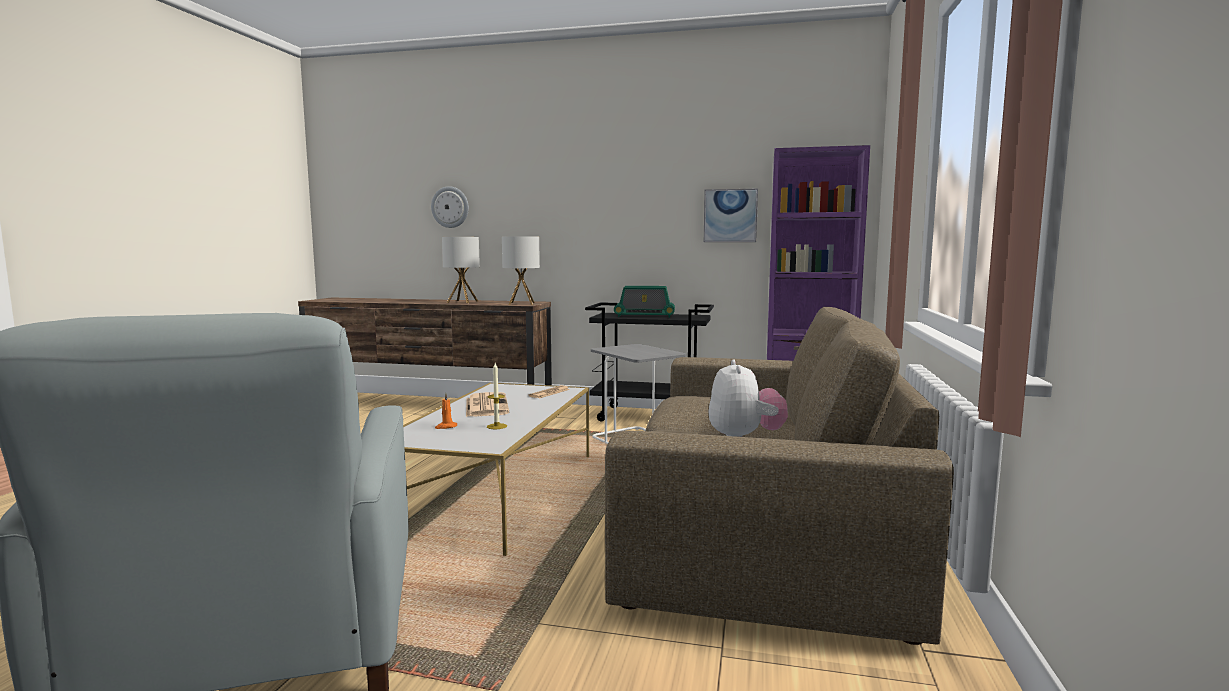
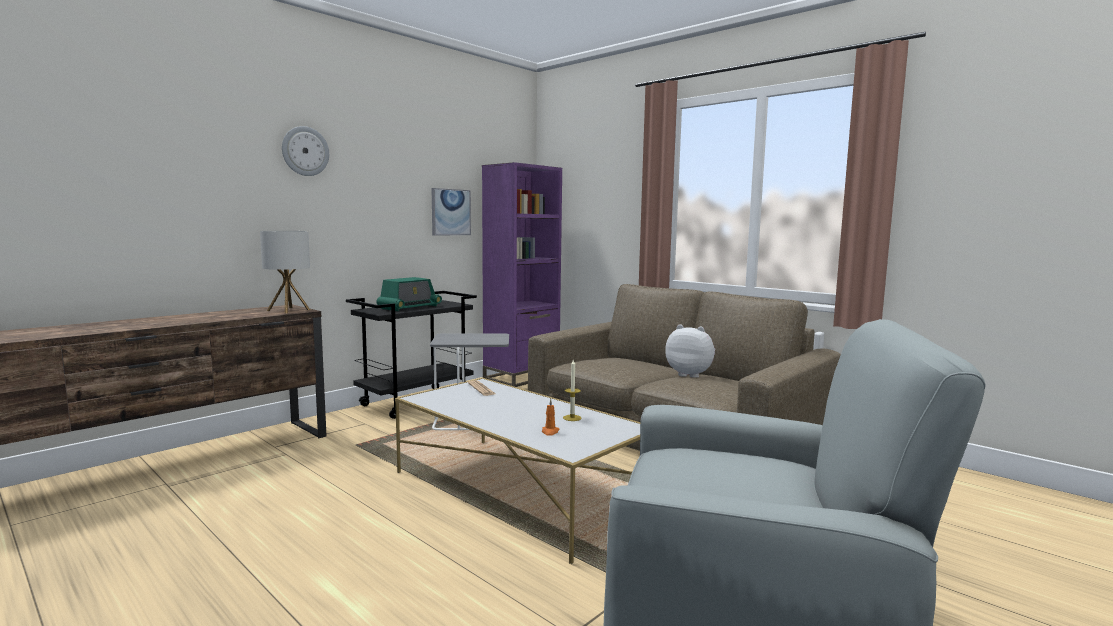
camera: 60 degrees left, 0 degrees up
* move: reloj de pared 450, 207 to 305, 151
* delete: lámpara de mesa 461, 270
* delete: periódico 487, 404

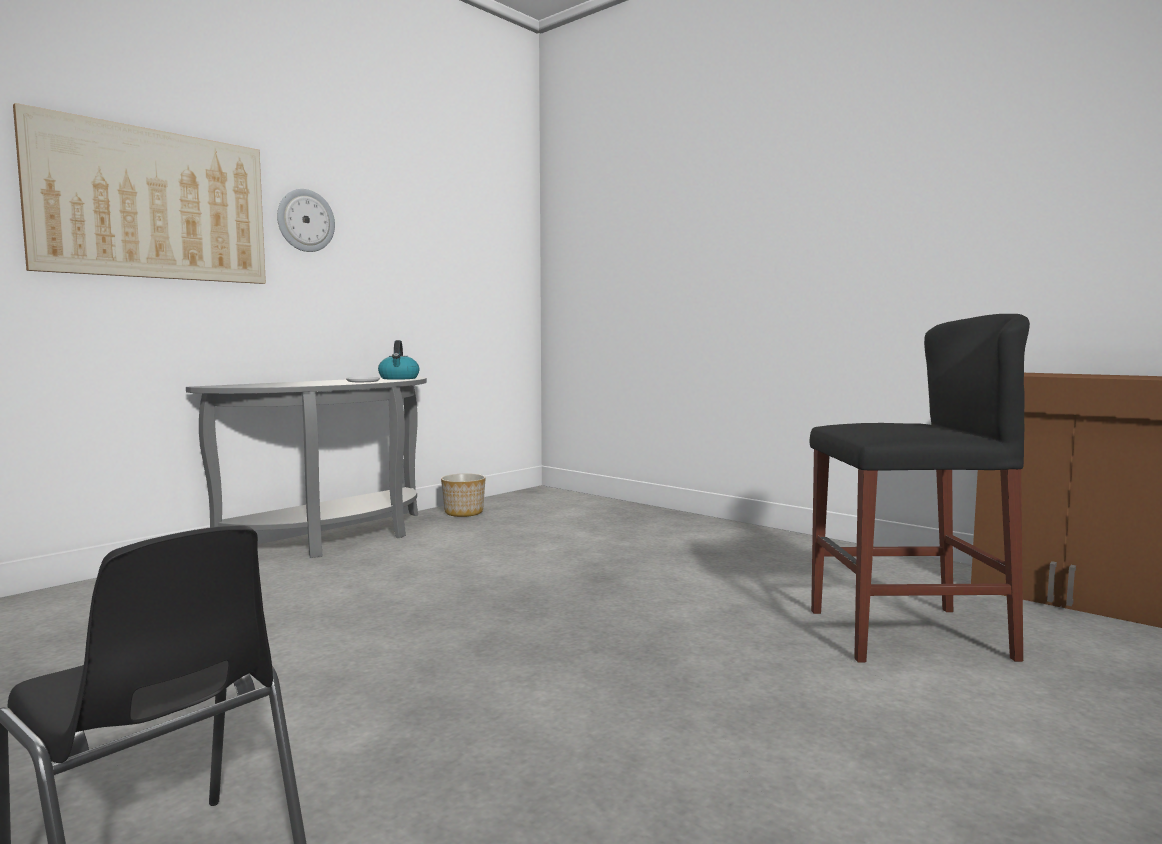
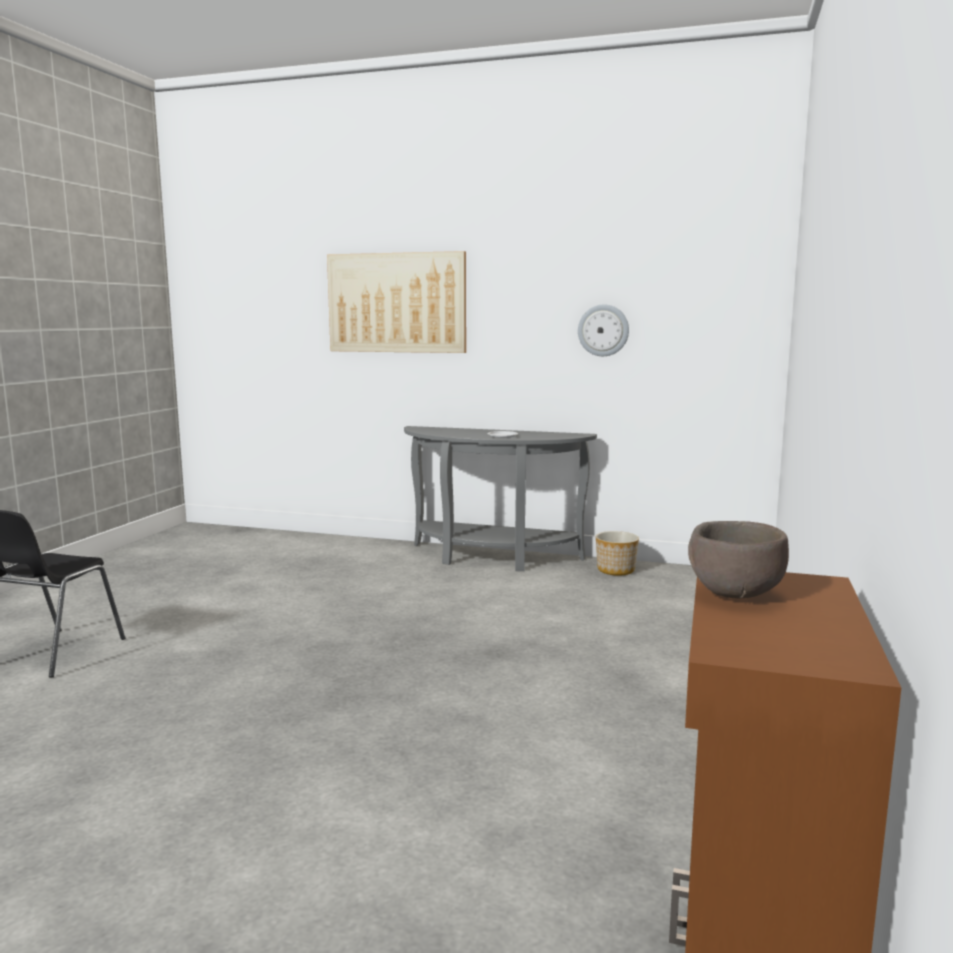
camera: 65 degrees right, 5 degrees up
* move: reloj de pared 306, 220 to 603, 330
* delete: hervidor 398, 360
* delete: taburete/negro 920, 488
* insert: cuenco/marrón 738, 559

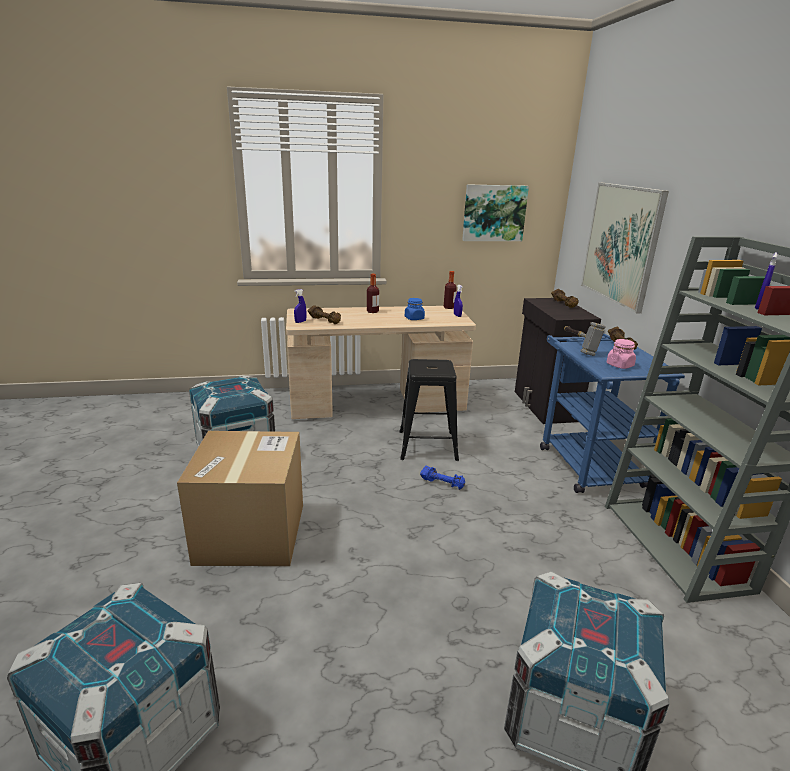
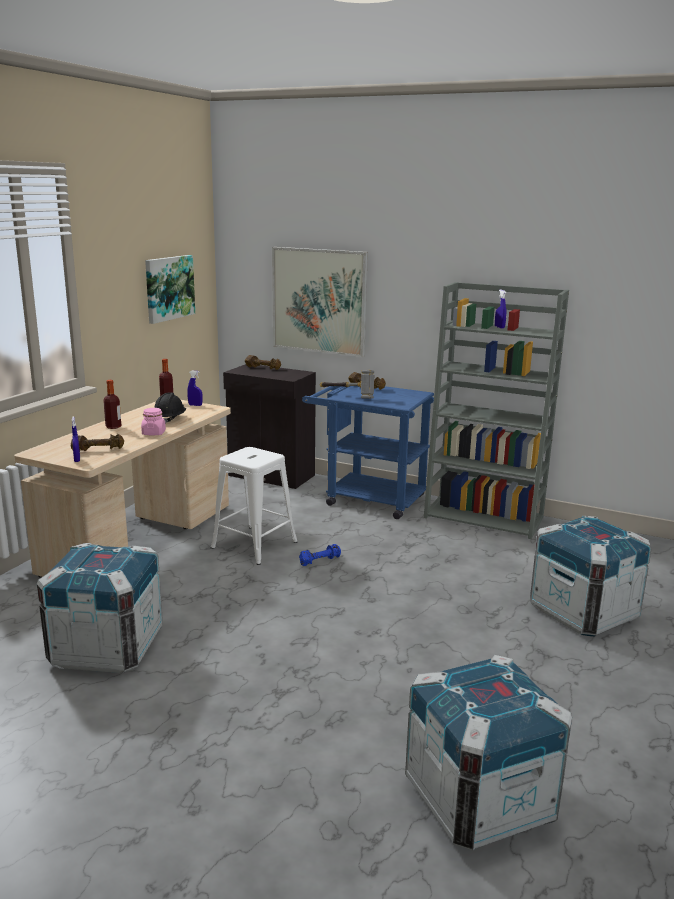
camera: 55 degrees left, 5 degrees down
* delete: caja de cartón 240, 498
* recolor: taburete/negro 429, 410 to taburete/blanco 254, 506
* replace: tarro/azul 415, 309 to casco/negro 170, 407
* move: tarro/rosa 621, 354 to 153, 421

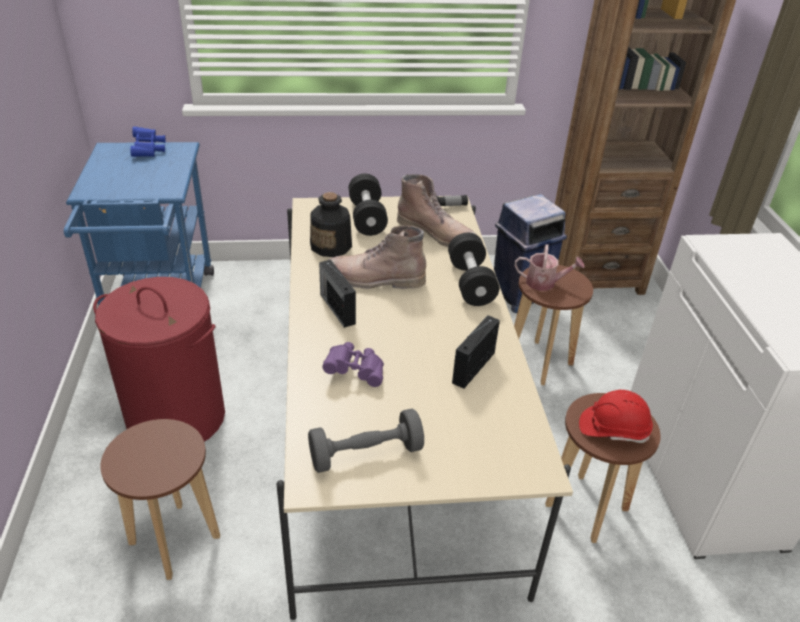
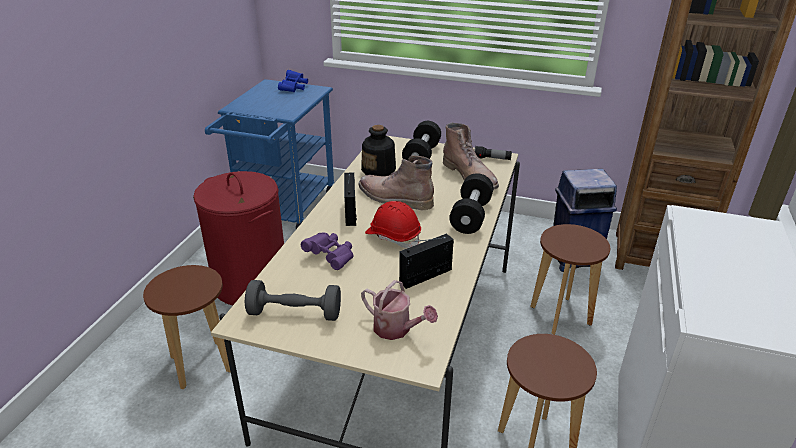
camera: 25 degrees right, 5 degrees down
* move: regadera 550, 267 to 399, 310
* move: casco/rojo 616, 416 to 393, 224

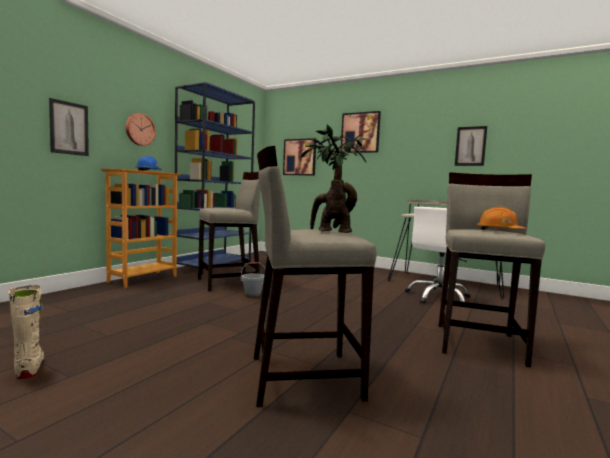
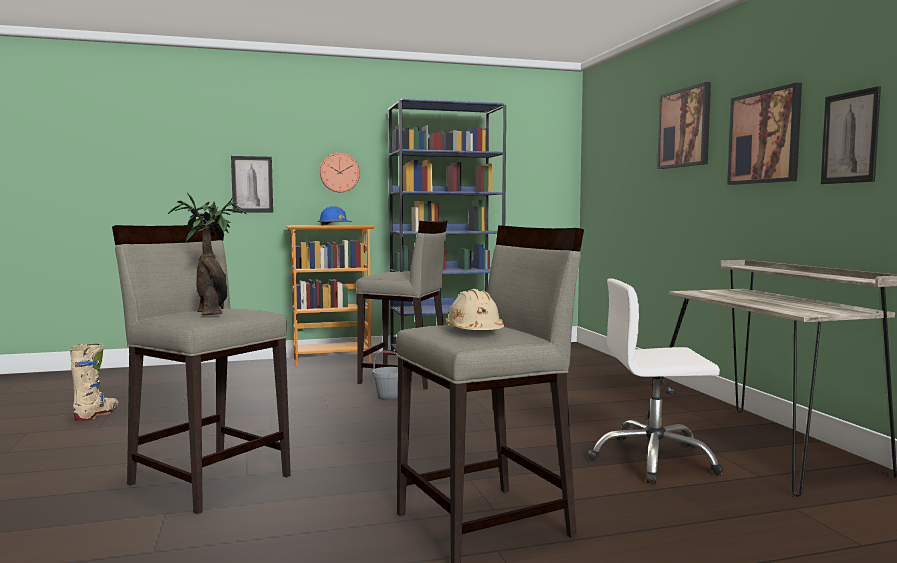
camera: 45 degrees right, 0 degrees up
* move: cuadro 299, 157 to 764, 134
* recolor: casco/naranja 501, 218 to casco/beis 475, 309

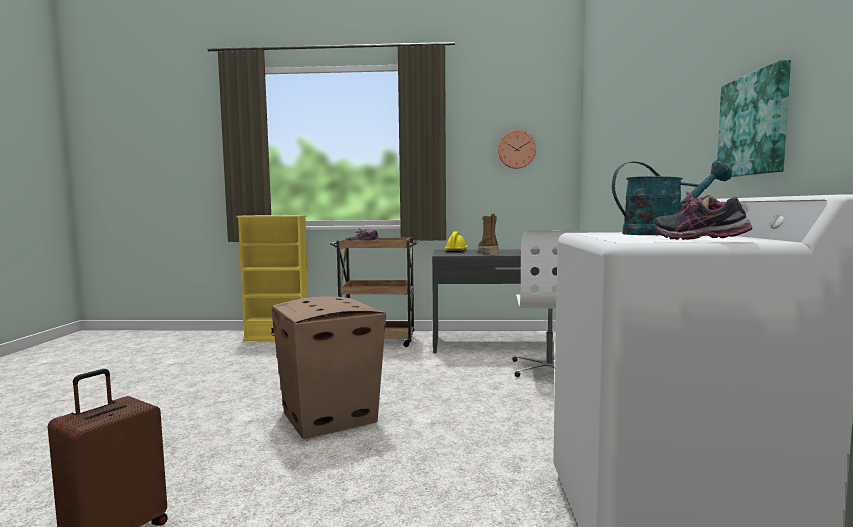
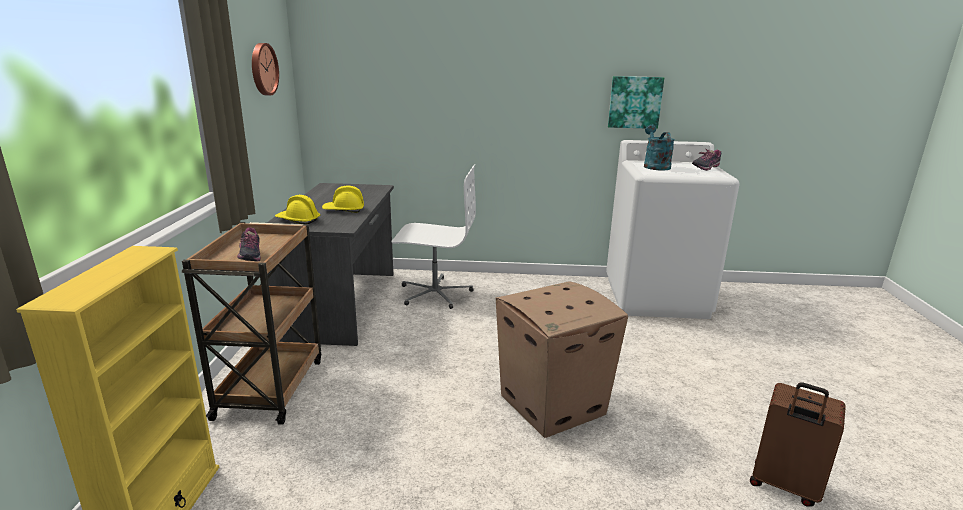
camera: 90 degrees left, 15 degrees up
* replace: bota 488, 234 to casco/amarillo 343, 199

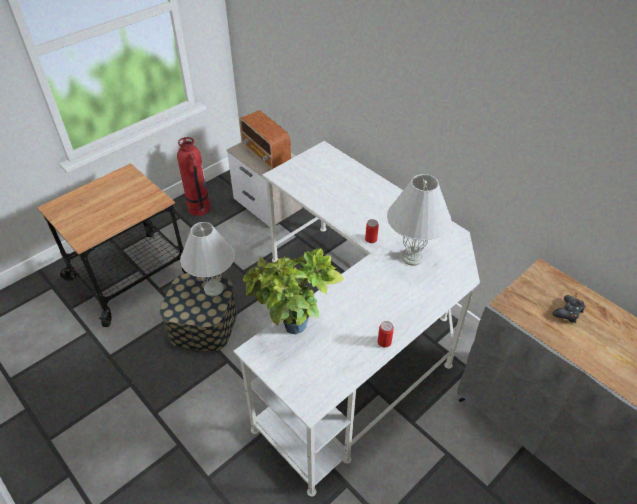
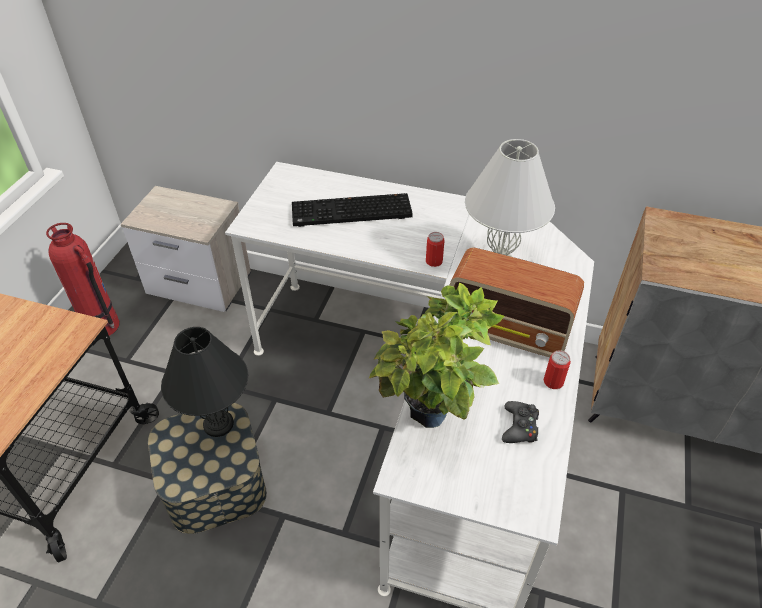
camera: 30 degrees left, 0 degrees up
* recolor: lámpara de mesa/blanco 207, 259 to lámpara de mesa/negro 204, 382
* move: radio 265, 140 to 516, 302
* move: mando de consola/negro 568, 309 to 520, 422
* insert: teclado 352, 210

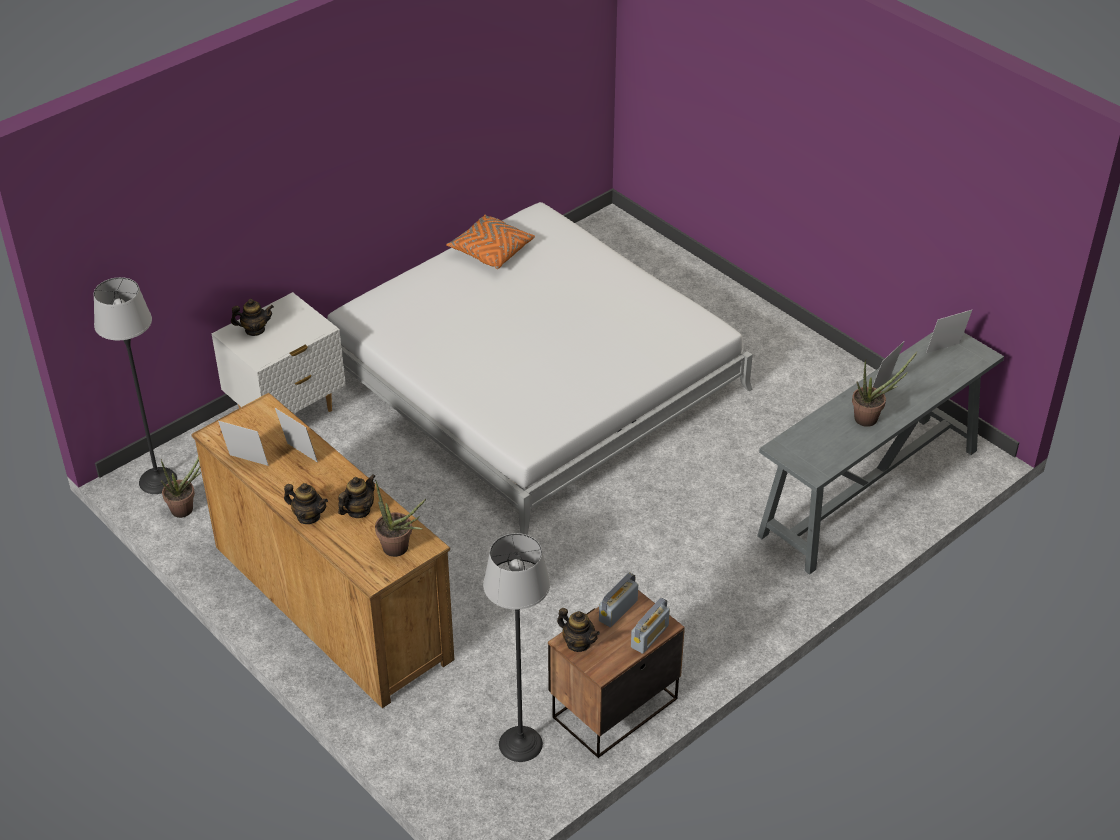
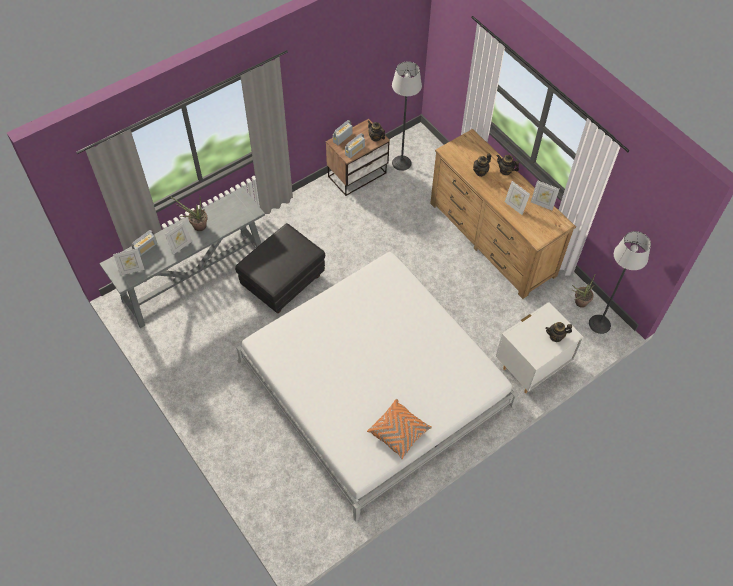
camera: 175 degrees left, 15 degrees up
* delete: planta en maceta 400, 518
* insert: radio 145, 243
* insert: puf/negro 280, 268

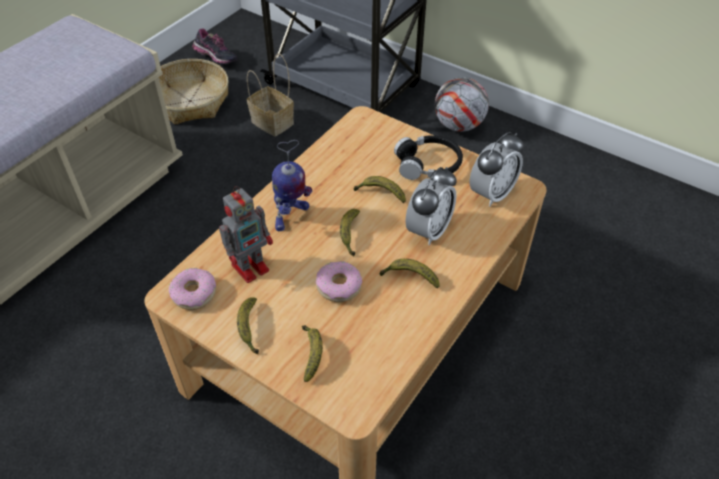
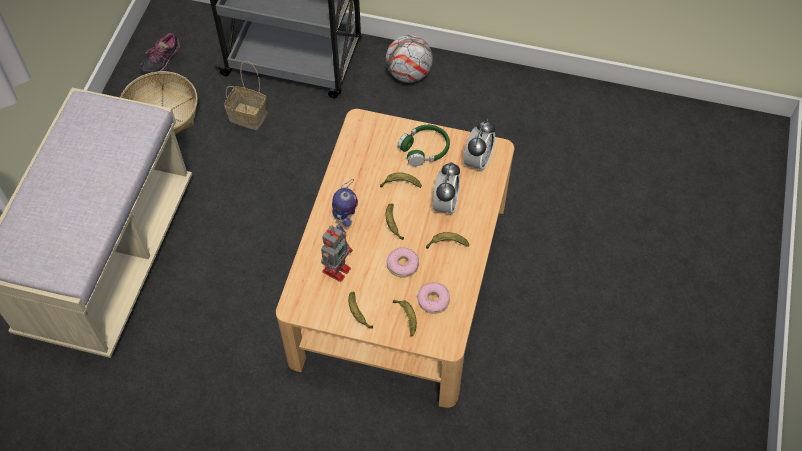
camera: 20 degrees left, 10 degrees up
* move: rosquilla 192, 289 to 433, 298
* rotate: zapato 214, 46 = 160, 53 105 degrees clockwise
* recolor: auriculares/negro 428, 157 to auriculares/verde 423, 145

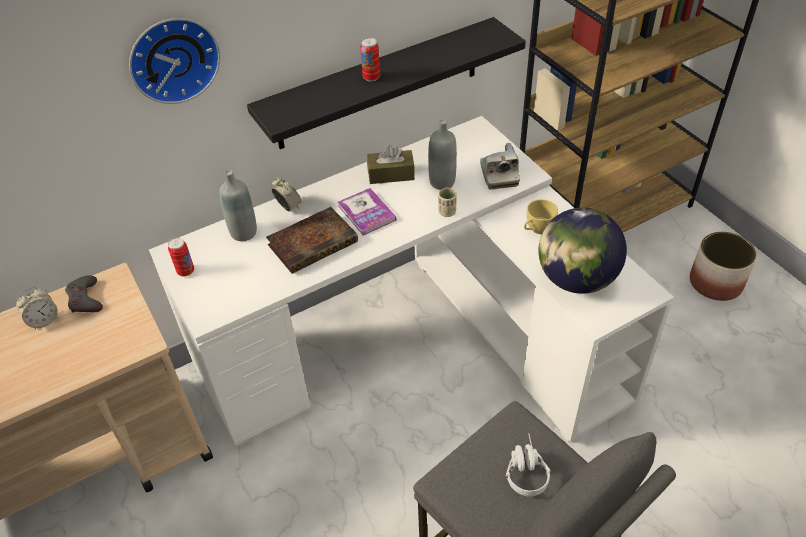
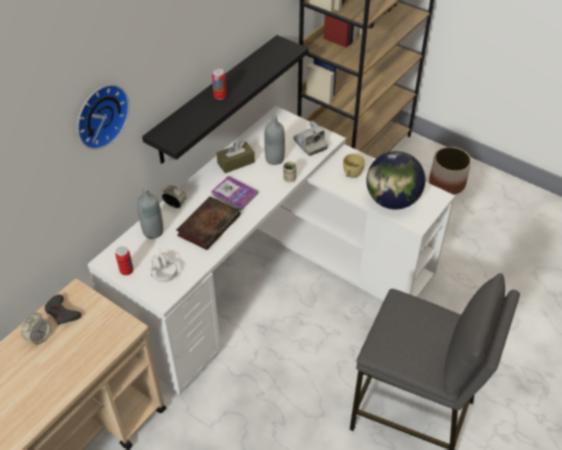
camera: 25 degrees left, 0 degrees up
* move: auriculares/blanco 528, 464 to 164, 265

